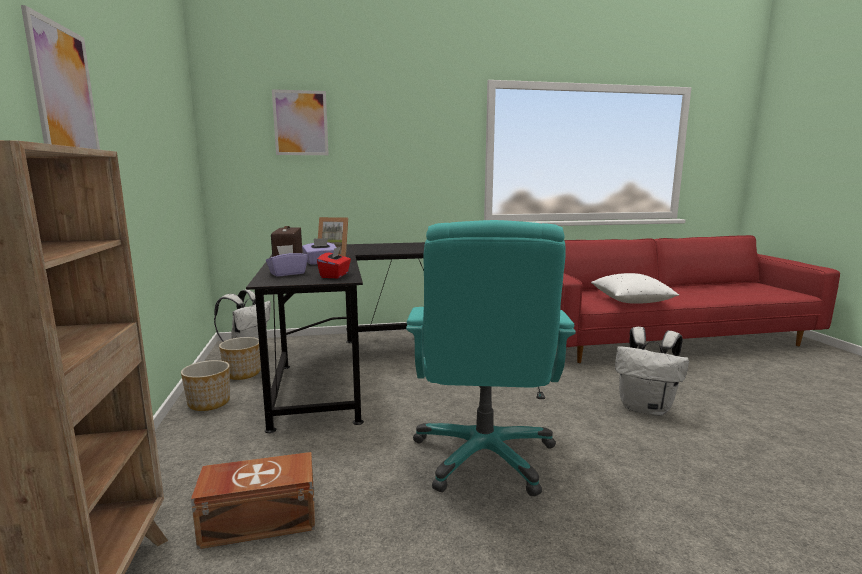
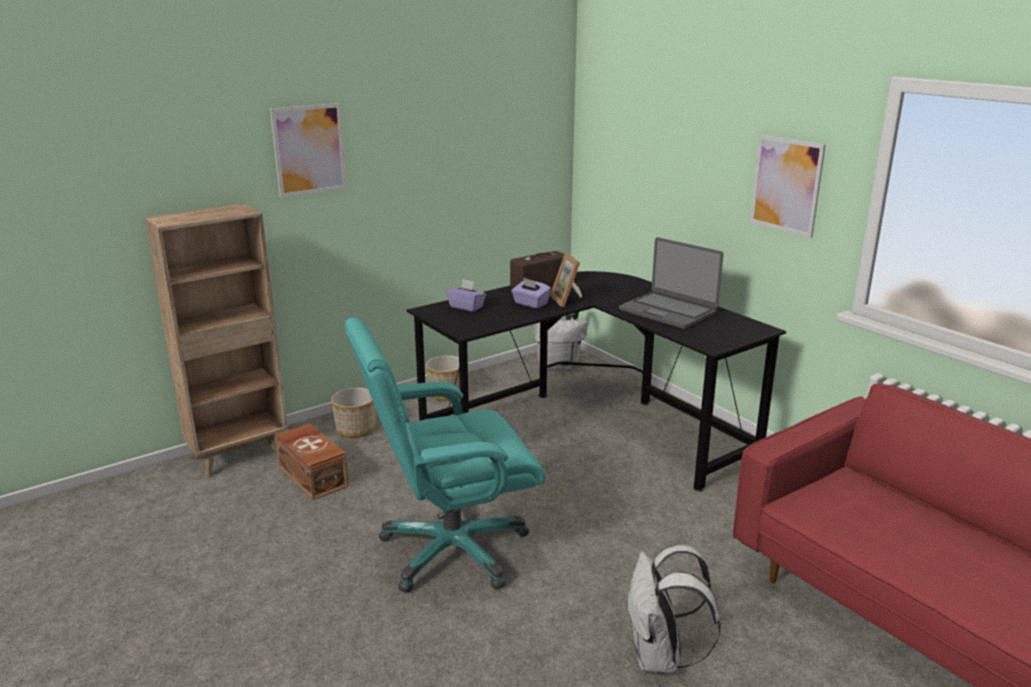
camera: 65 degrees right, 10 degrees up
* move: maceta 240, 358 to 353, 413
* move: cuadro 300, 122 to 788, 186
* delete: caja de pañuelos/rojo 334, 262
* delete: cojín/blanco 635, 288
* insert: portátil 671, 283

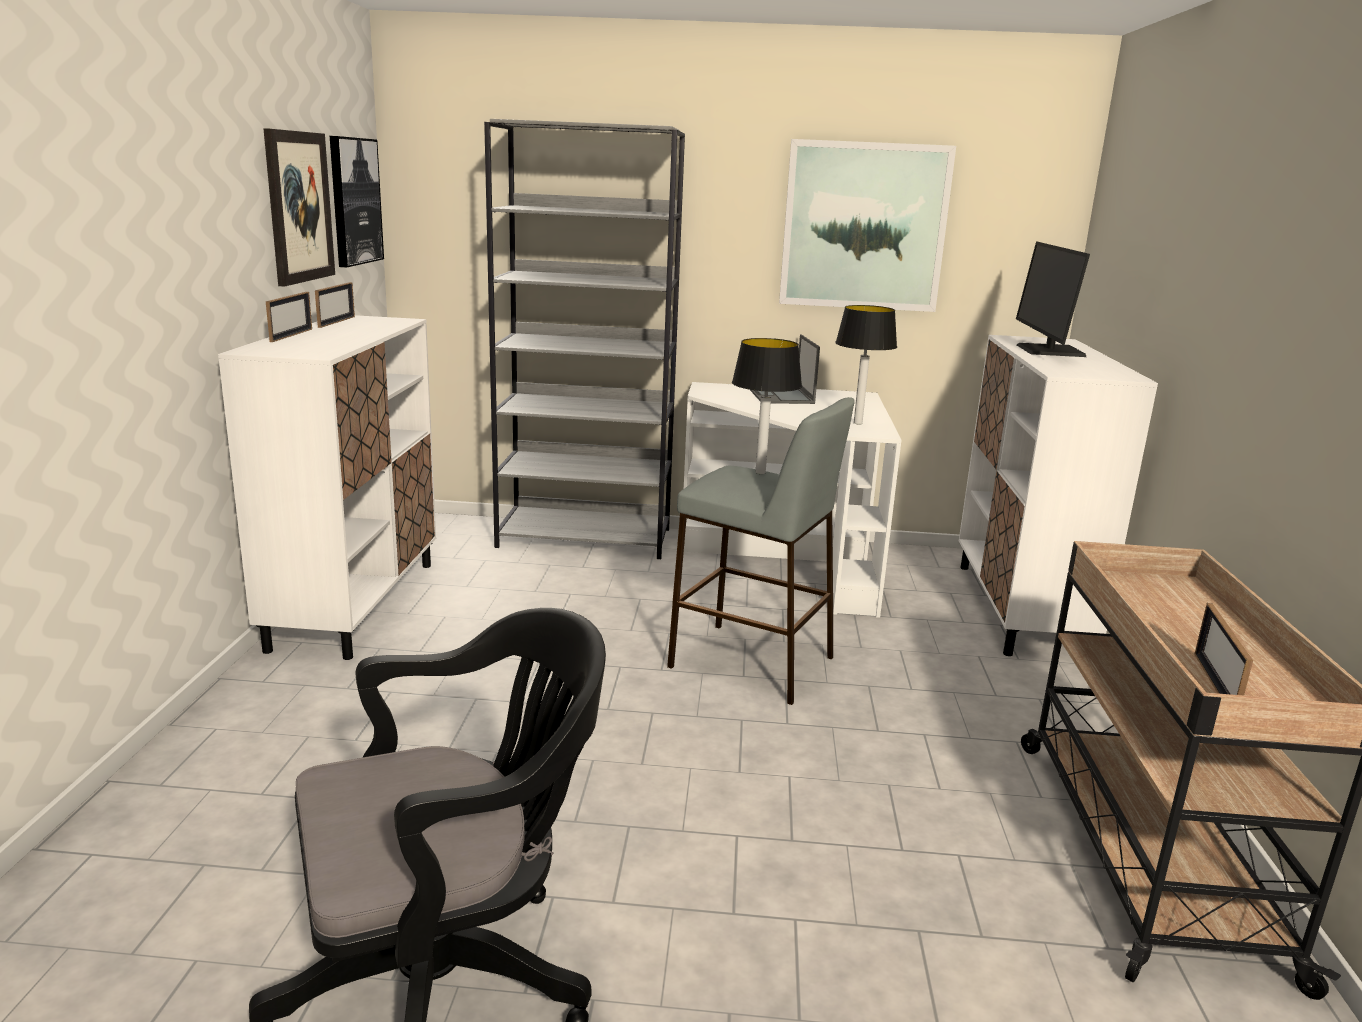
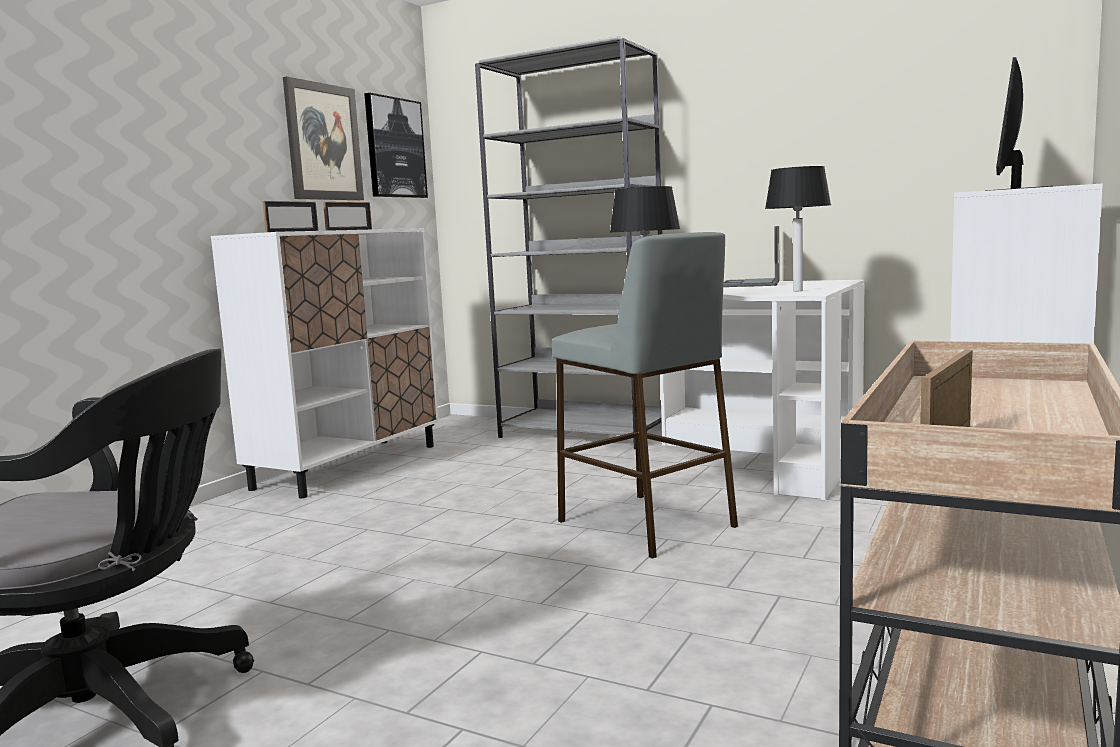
camera: 25 degrees right, 10 degrees down
* delete: cuadro 867, 225

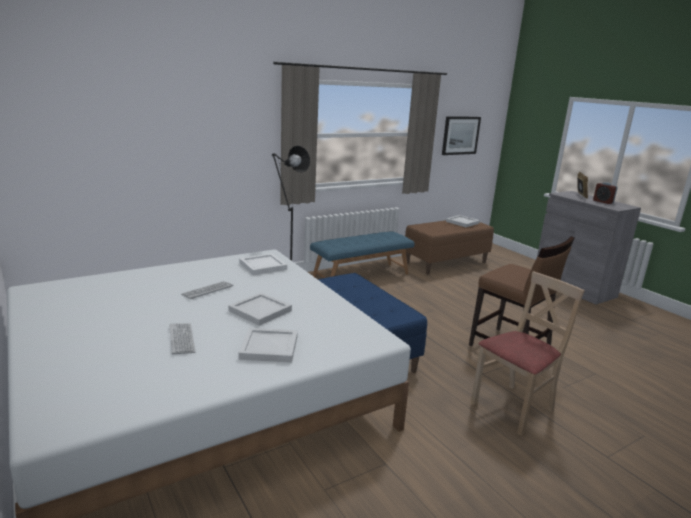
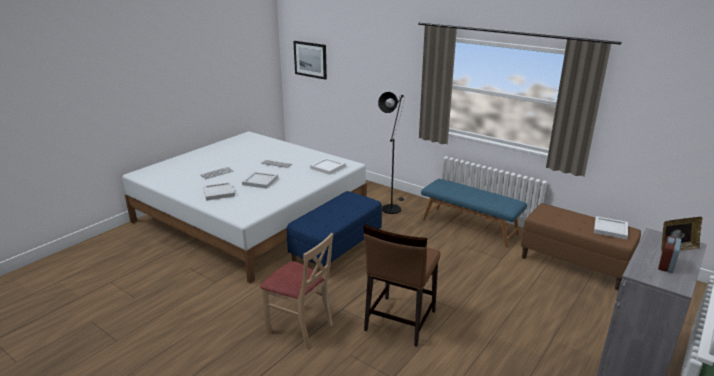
camera: 70 degrees right, 5 degrees up
* move: cuadro 461, 136 to 310, 60

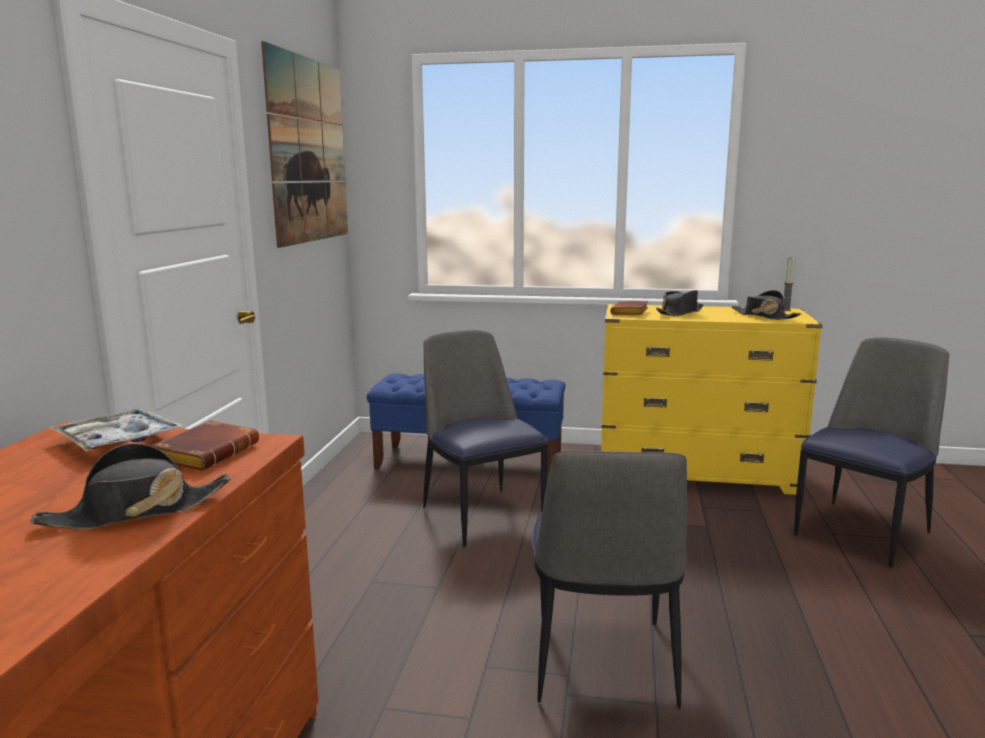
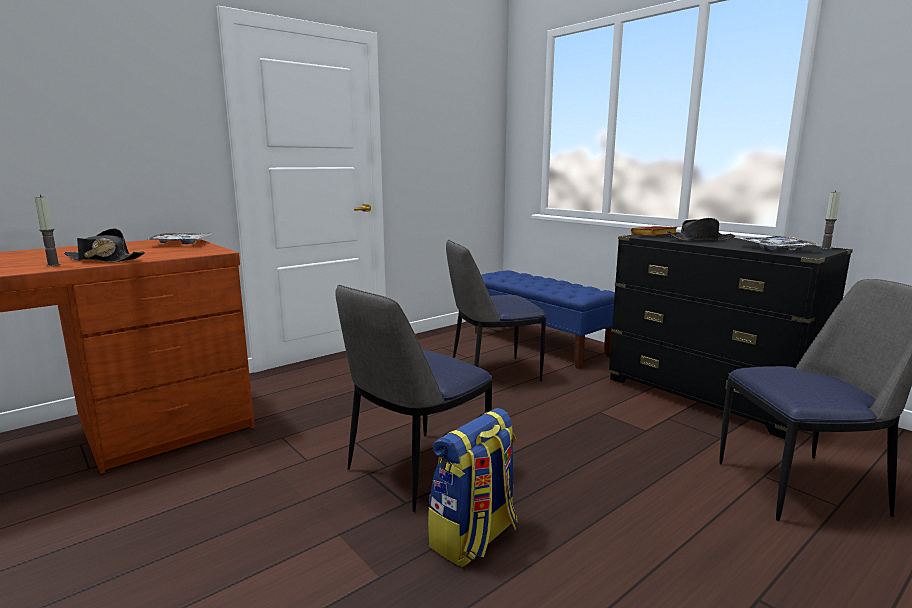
camera: 40 degrees right, 0 degrees up
* delete: libro/marrón 205, 445
* delete: cuadro 304, 144
* rotate: silla 485, 438 = 496, 310 120 degrees counterclockwise
* recolor: cómoda/amarillo 712, 399 to cómoda/negro 730, 335
* replace: sombrero/negro 766, 305 to bandeja 778, 243
* insert: vela 47, 230
* insert: mochila 472, 487

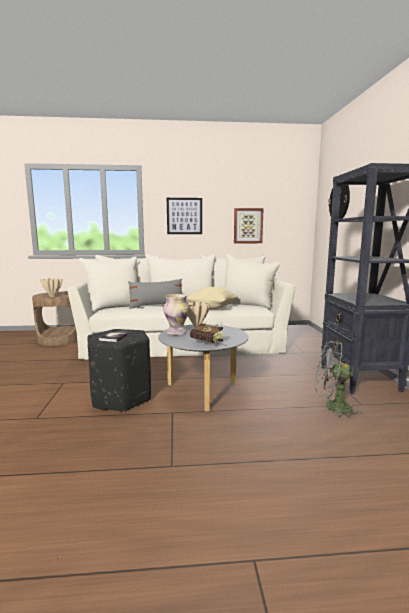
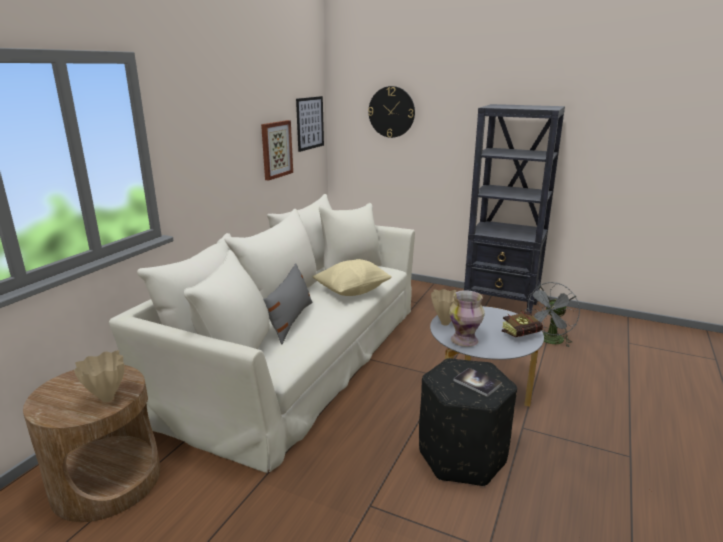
camera: 60 degrees left, 10 degrees up
* move: cuadro 184, 216 to 310, 124

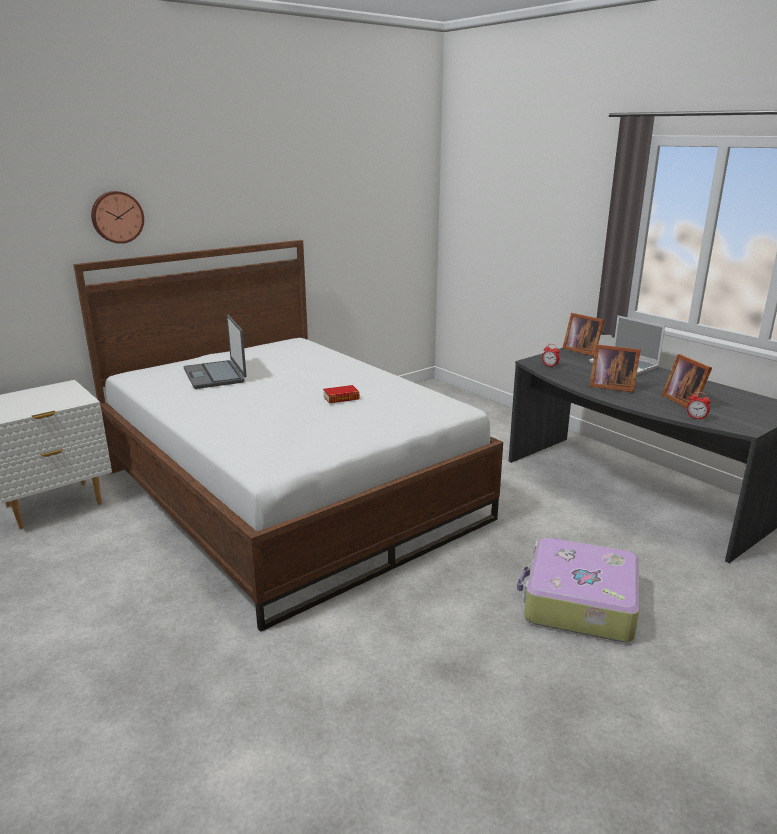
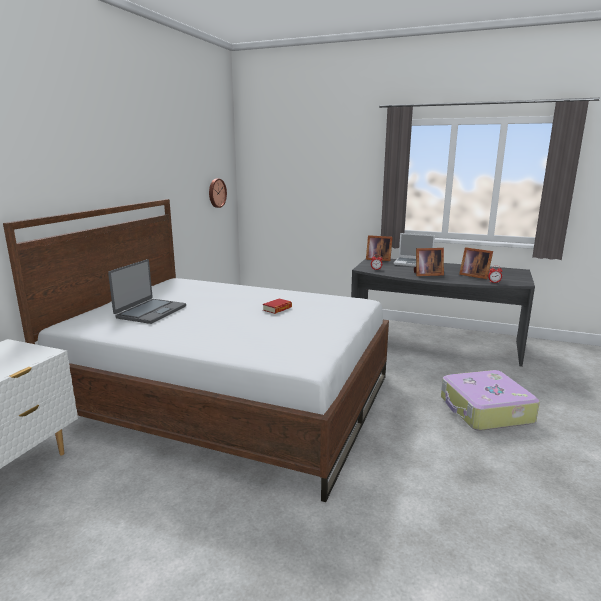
camera: 30 degrees left, 5 degrees down
* move: reloj de pared 117, 217 to 218, 193
* rotate: portátil 215, 351 = 147, 291 105 degrees counterclockwise

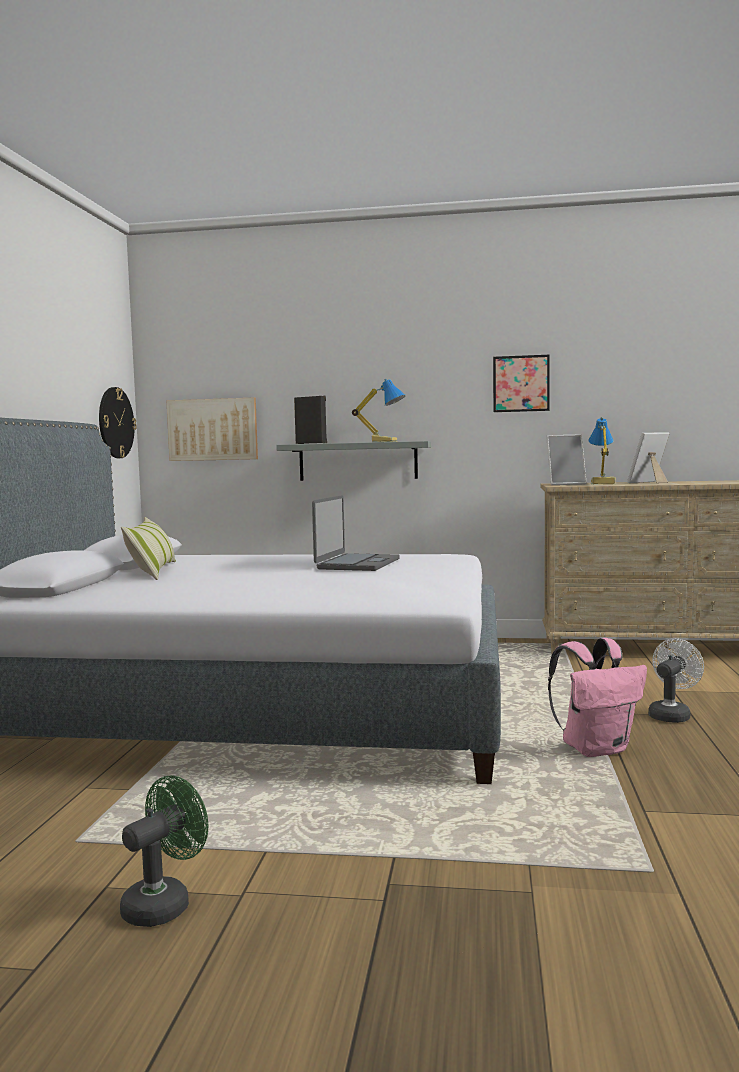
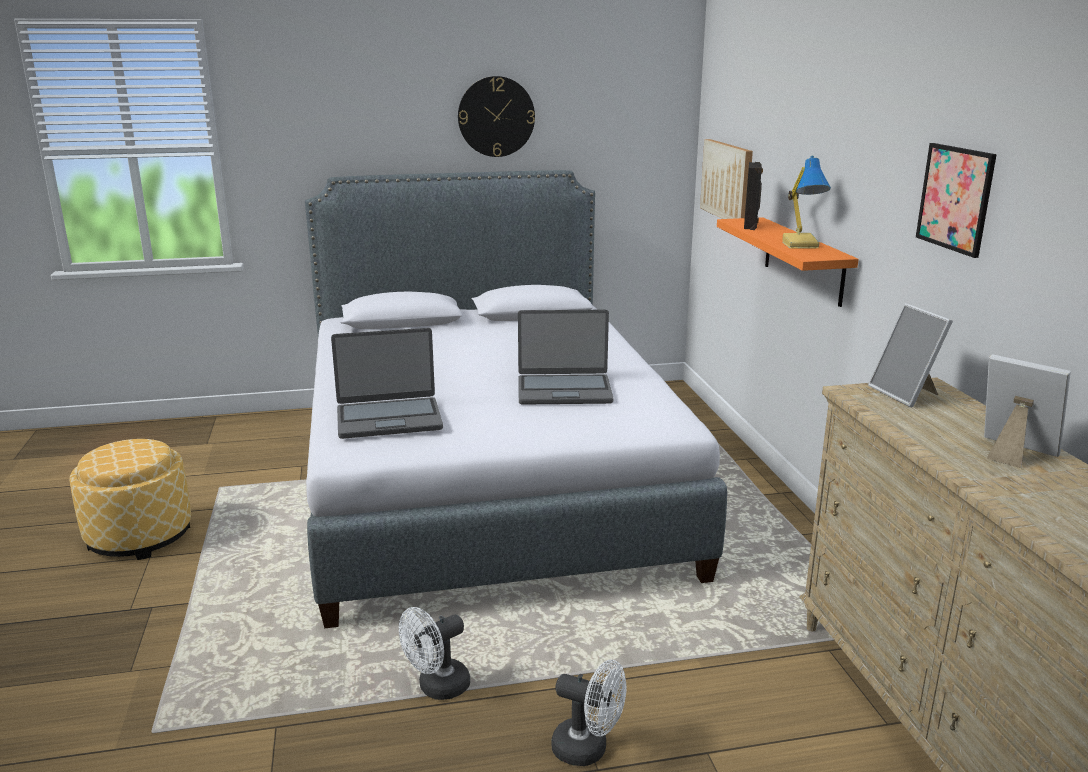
camera: 70 degrees right, 15 degrees up
* move: reloj de pared 118, 422 to 496, 116
* replace: ventilador/verde 164, 851 to puf 130, 499
* delete: cojín 148, 548
* recolor: estante/gris 353, 461 to estante/naranja 788, 262
* replace: mochila/rosa 597, 697 to ventilador/blanco 434, 653
* delete: lámpara de mesa 601, 451
* insert: portátil 387, 383

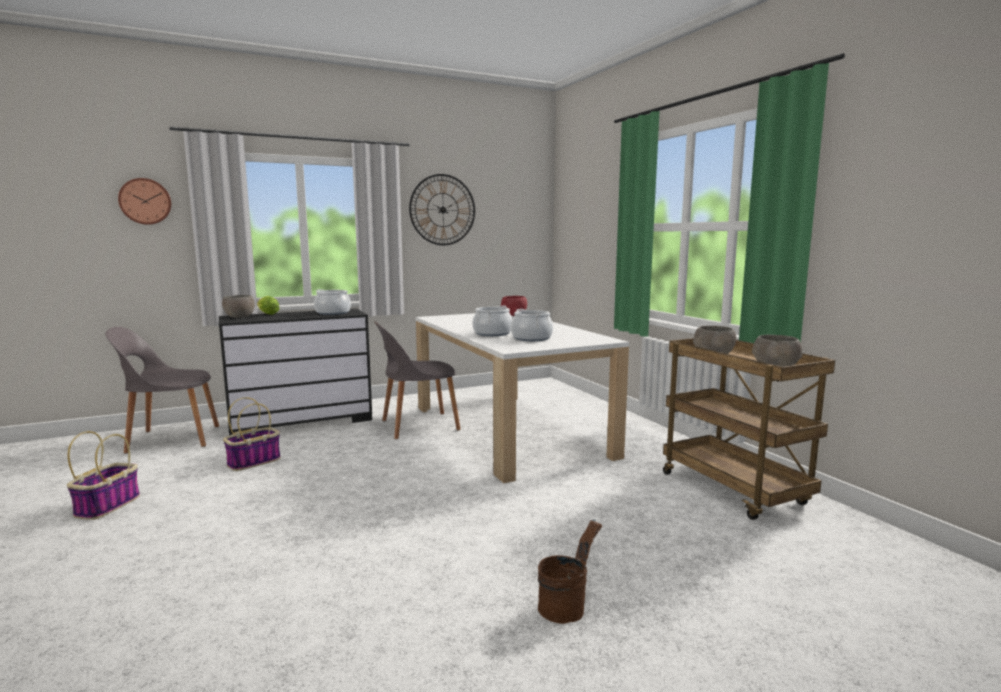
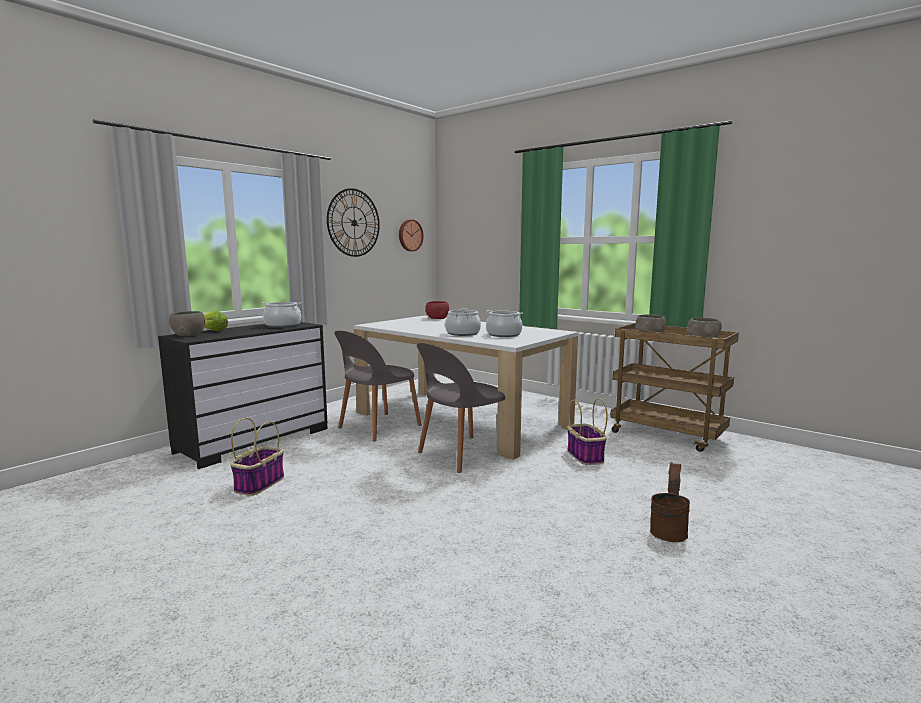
camera: 25 degrees left, 0 degrees up
* move: cesta 103, 475 to 587, 431
* move: silla/gris 162, 390 to 461, 408
* move: reloj de pared 144, 201 to 411, 235

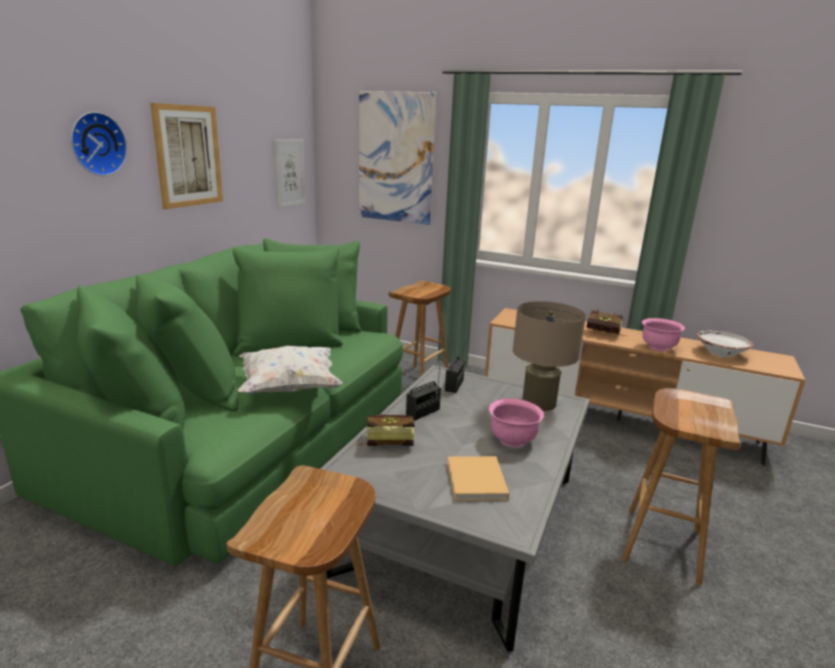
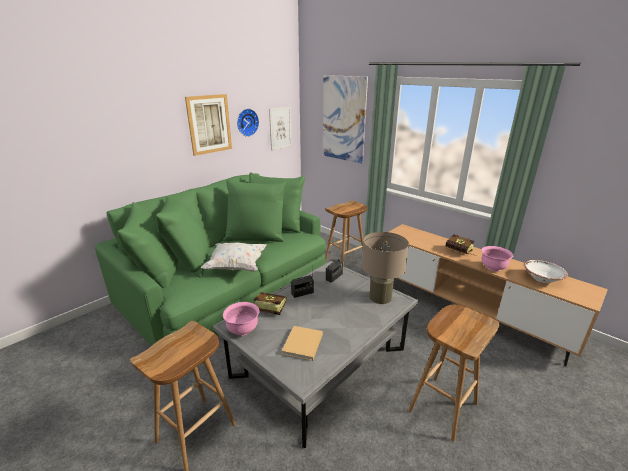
camera: 20 degrees right, 5 degrees up
* move: reloj de pared 99, 144 to 248, 123
* move: cuenco/rosa 516, 422 to 241, 319

